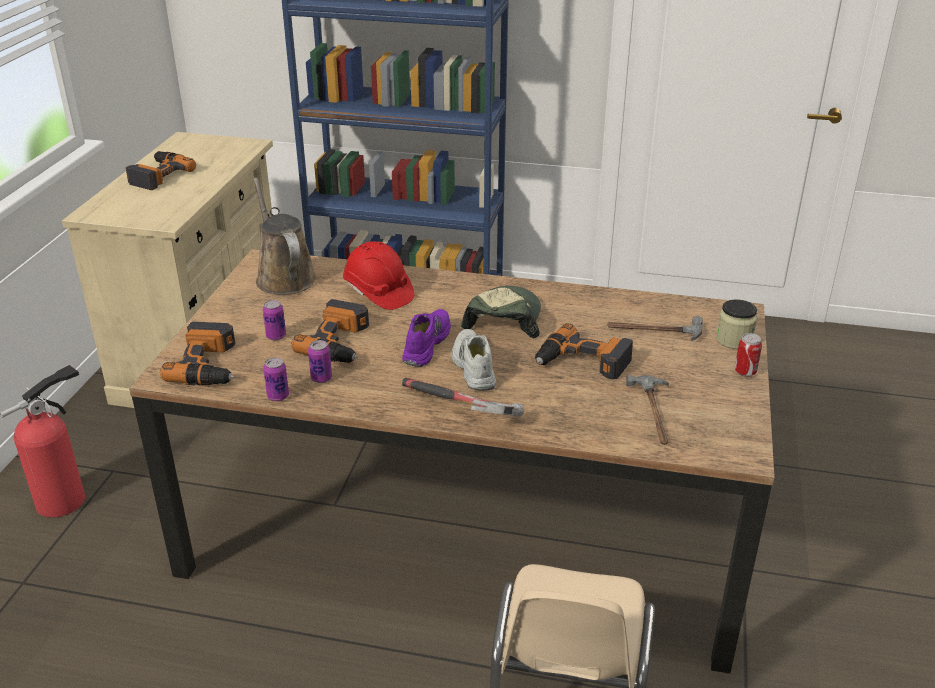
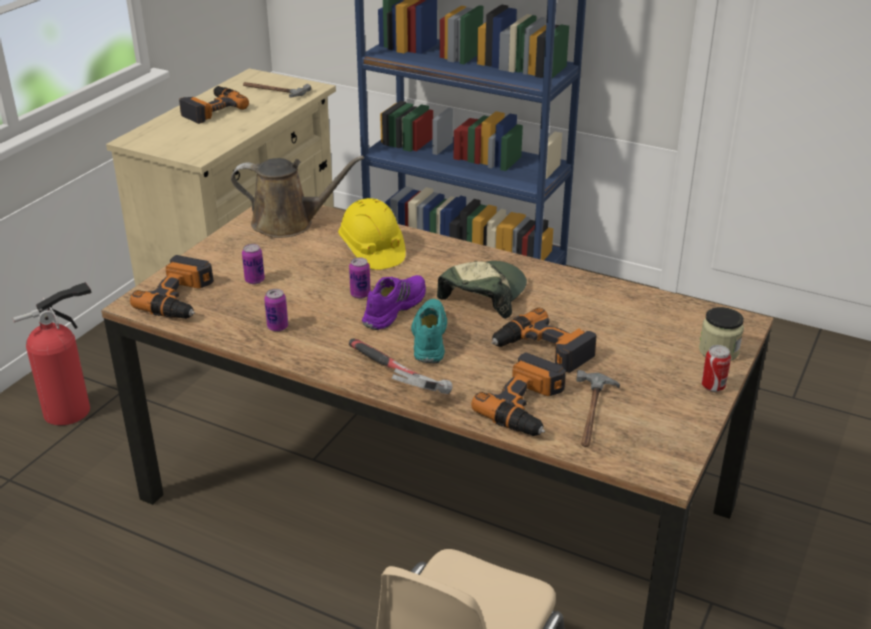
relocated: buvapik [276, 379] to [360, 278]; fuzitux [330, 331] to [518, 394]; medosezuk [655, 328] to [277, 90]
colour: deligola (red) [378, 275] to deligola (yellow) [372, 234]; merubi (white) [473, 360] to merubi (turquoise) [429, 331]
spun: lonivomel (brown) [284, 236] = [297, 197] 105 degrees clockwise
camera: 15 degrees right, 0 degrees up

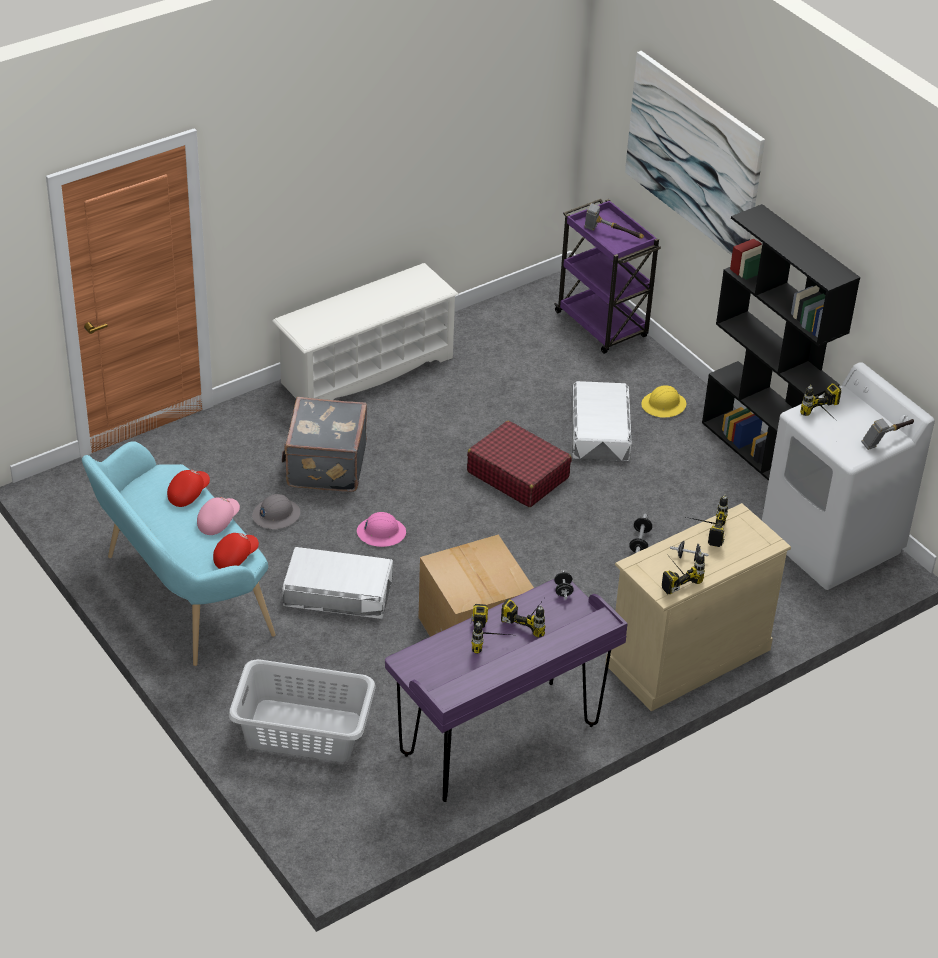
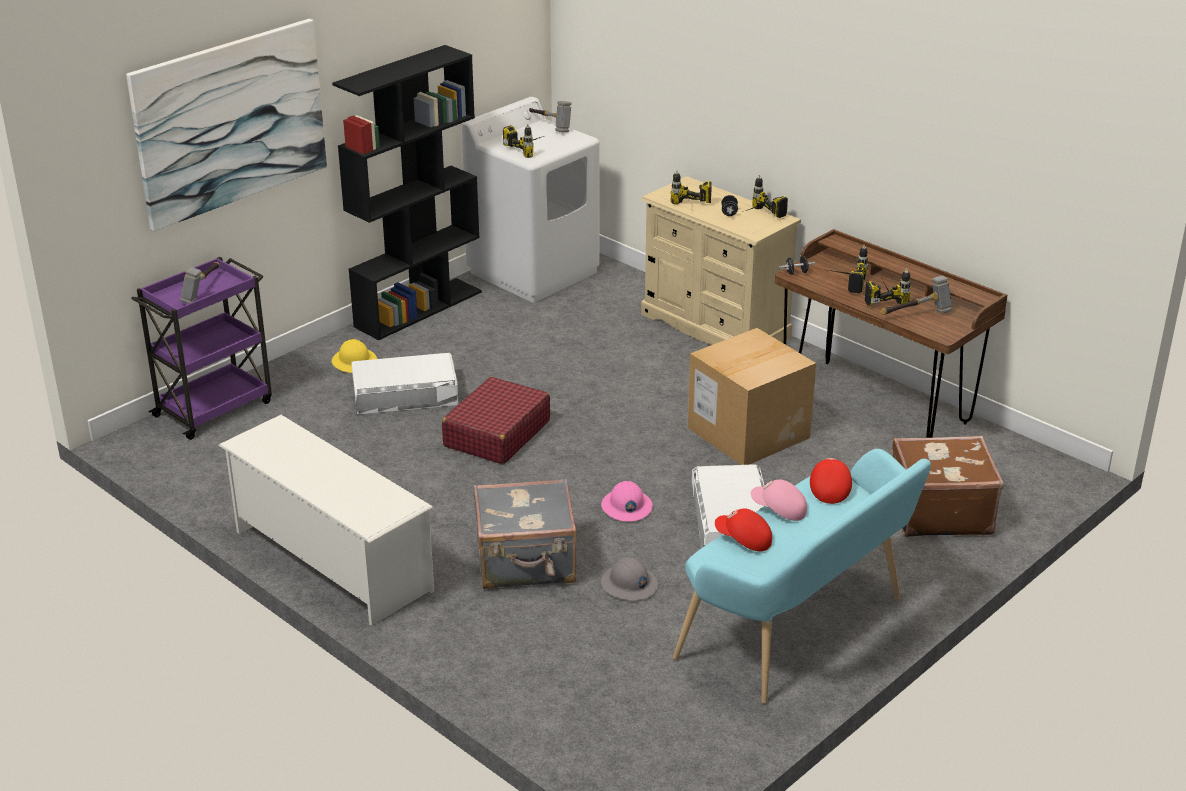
missing: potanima [641, 533]
appeared: medosezuk [916, 295]
exchanged: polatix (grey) [302, 710] to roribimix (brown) [947, 486]
colour: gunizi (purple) [506, 690] to gunizi (brown) [891, 333]
spun: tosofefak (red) [236, 551] = [831, 481] 60 degrees clockwise
camera: 100 degrees left, 10 degrees down

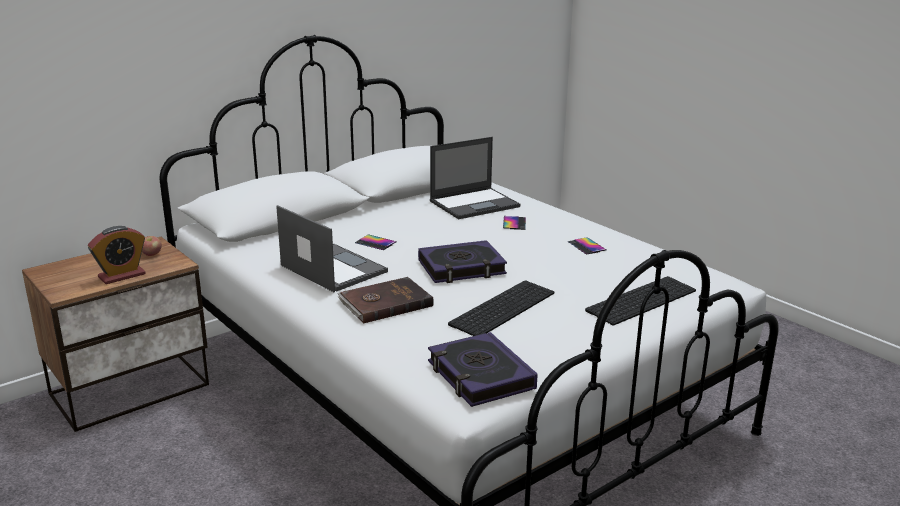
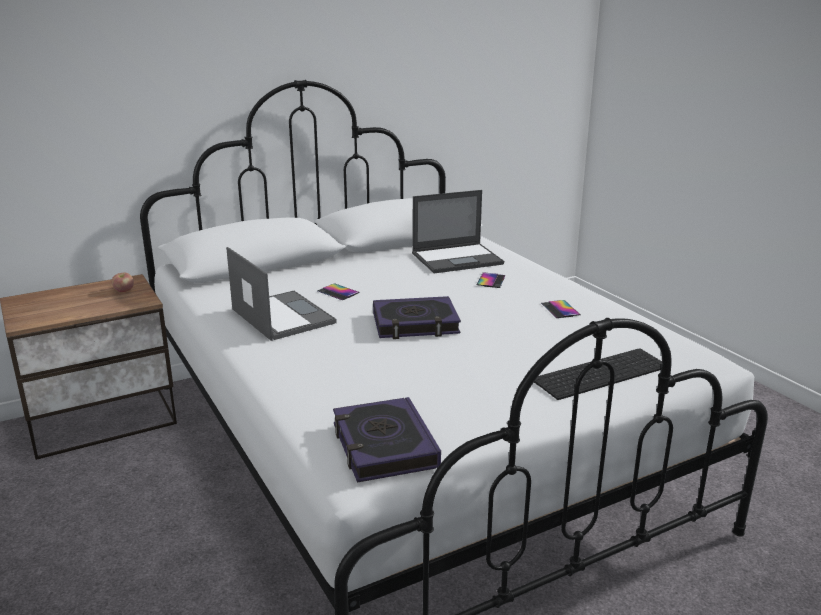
missing: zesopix [116, 255]; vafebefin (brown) [385, 300]; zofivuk [501, 308]
camera: 10 degrees right, 0 degrees up

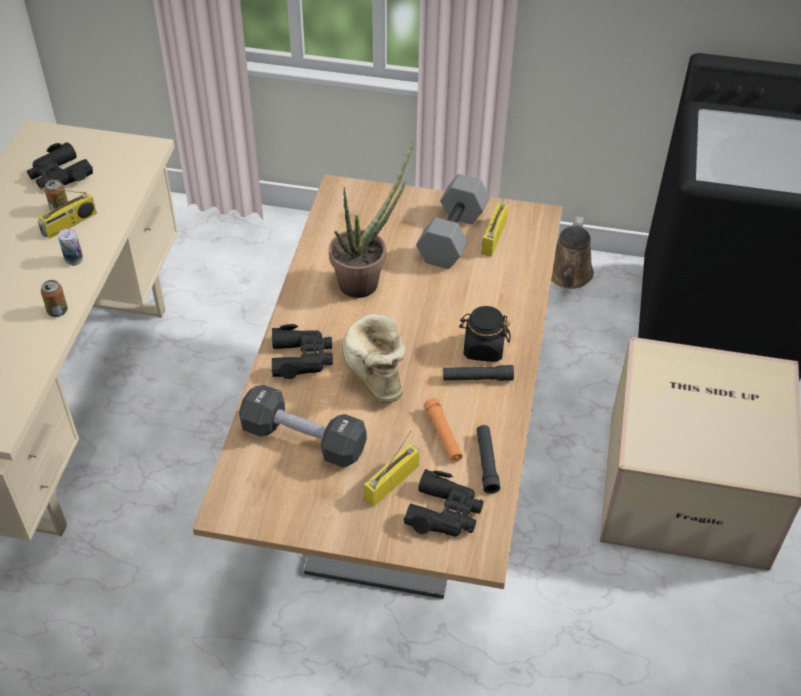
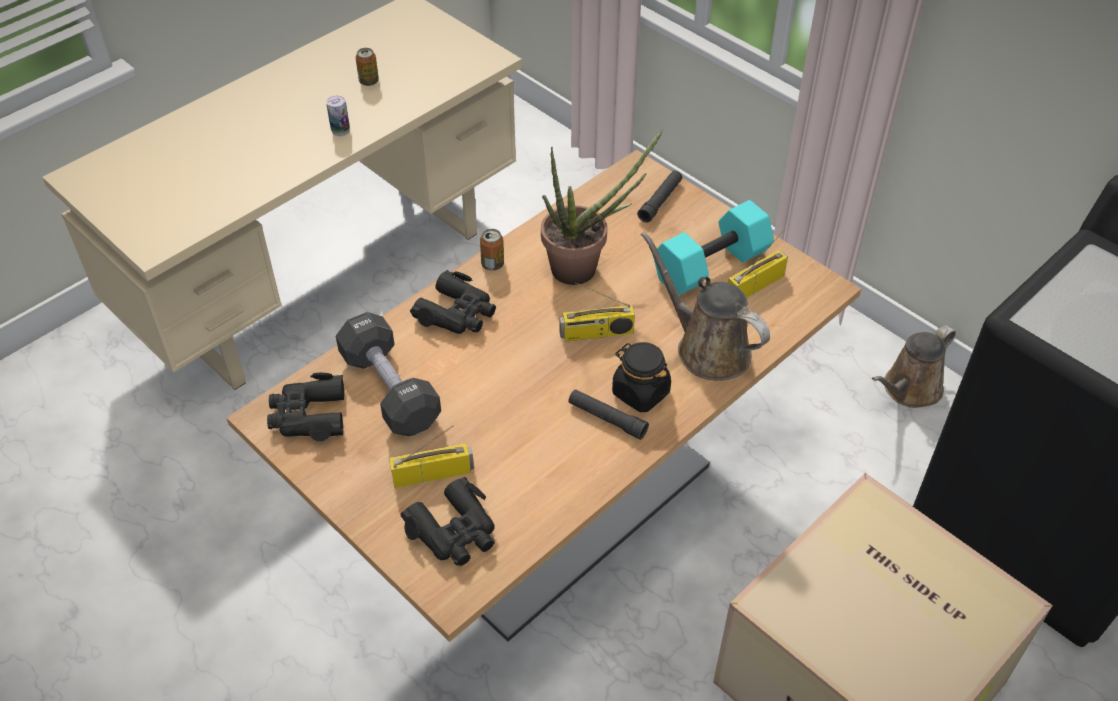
missing: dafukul [374, 358]; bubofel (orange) [443, 430]
appeared: lonivomel (brown) [705, 306]
relocated: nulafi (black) [60, 165] to [305, 407]; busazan [67, 213] to [597, 312]; buvapik [54, 298] to [492, 250]; bubofel (black) [488, 459] to [659, 196]
colour: potanima (grey) [452, 221] to potanima (turquoise) [713, 248]
camera: 35 degrees right, 0 degrees up

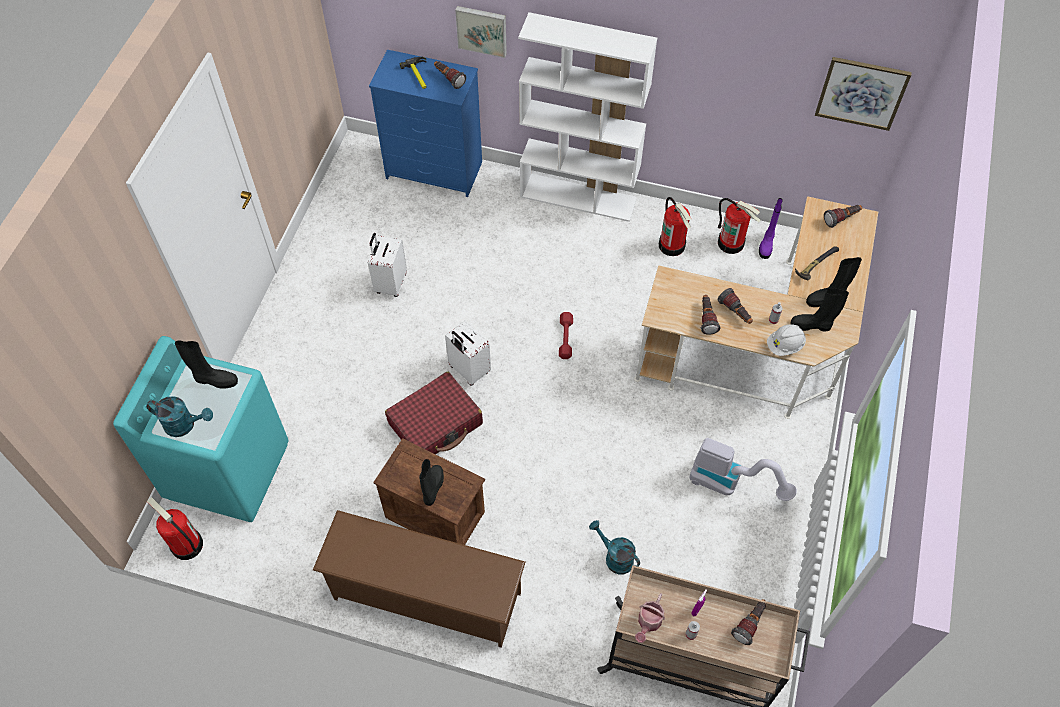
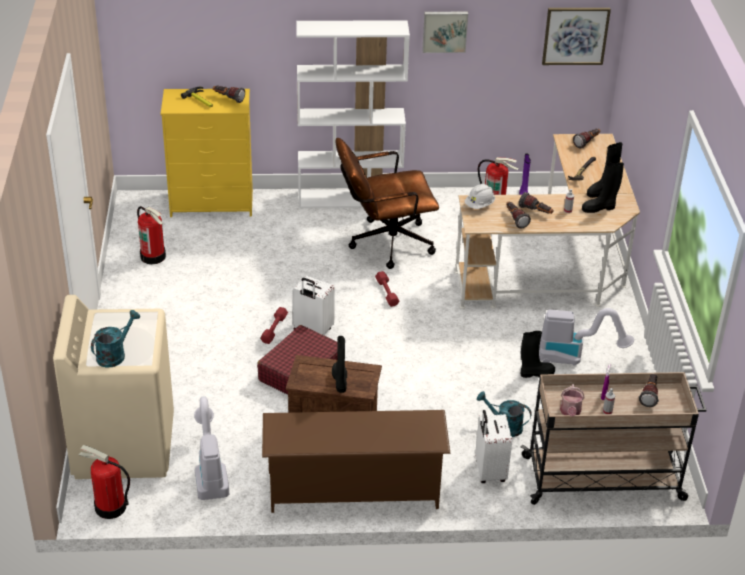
appeared: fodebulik [212, 448]; potanima (red) [274, 325]; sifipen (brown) [387, 203]
relocated: dafukul (black) [206, 364] to [538, 354]; roribimix (white) [387, 265] to [493, 446]; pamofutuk [481, 32] to [445, 32]; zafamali [675, 226] to [151, 235]; deligola (white) [786, 340] to [480, 196]
colour: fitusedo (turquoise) [201, 429] to fitusedo (beige) [113, 387]; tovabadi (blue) [425, 123] to tovabadi (yellow) [207, 153]
spun: lonivomel (turquoise) [179, 416] = [115, 339] 45 degrees counterclockwise
camera: 20 degrees left, 20 degrees down

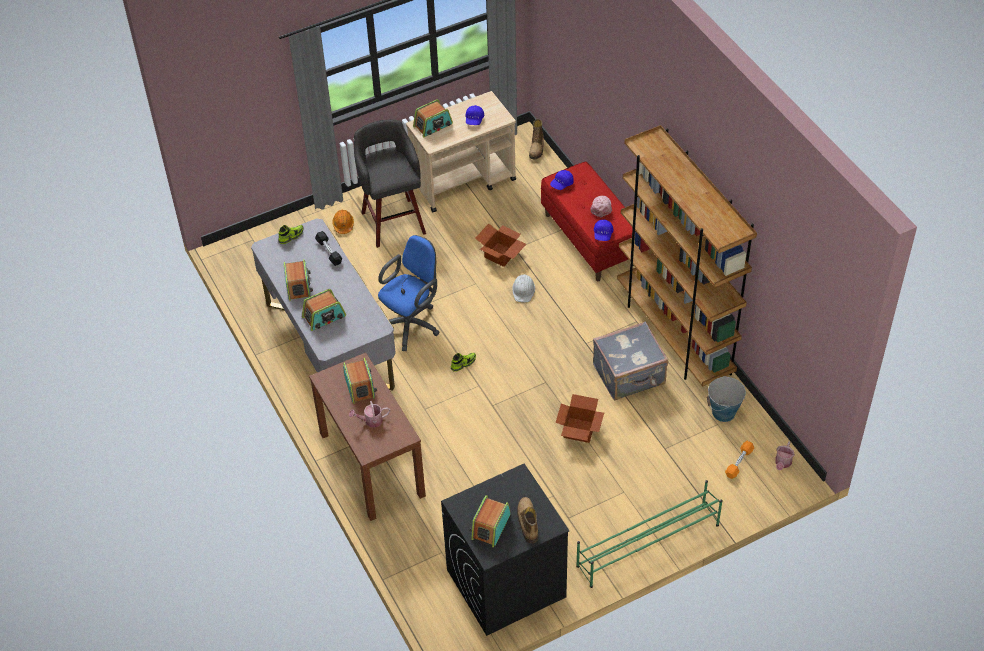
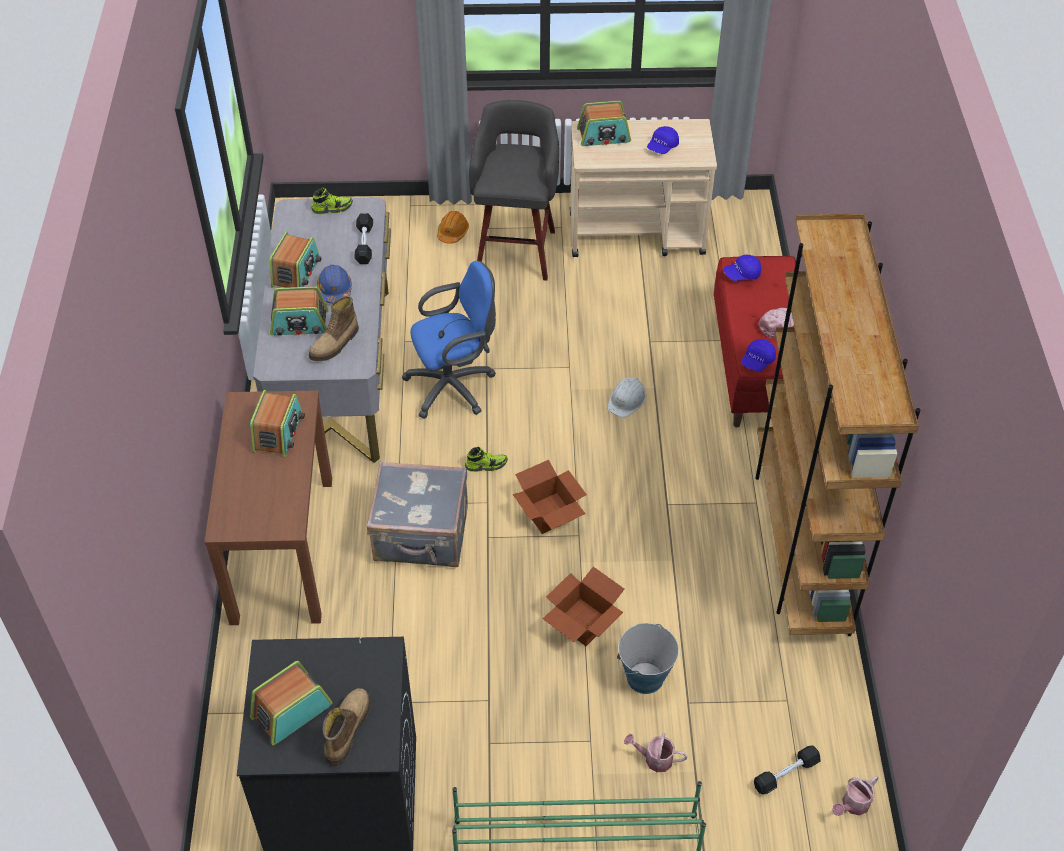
appeared: deligola (blue) [334, 284]
relocated: lonivomel [369, 414] to [656, 752]; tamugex [500, 245] to [550, 497]; dafukul [536, 139] to [334, 328]; roribimix (grey) [630, 361] to [417, 514]; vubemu [726, 399] to [648, 658]
colour: potanima (orange) [739, 460] to potanima (black) [787, 769]
camera: 25 degrees right, 0 degrees up

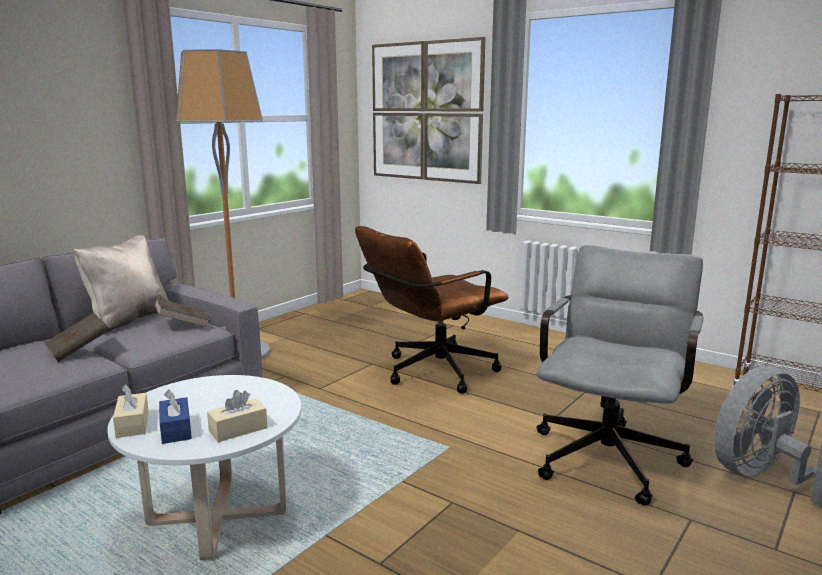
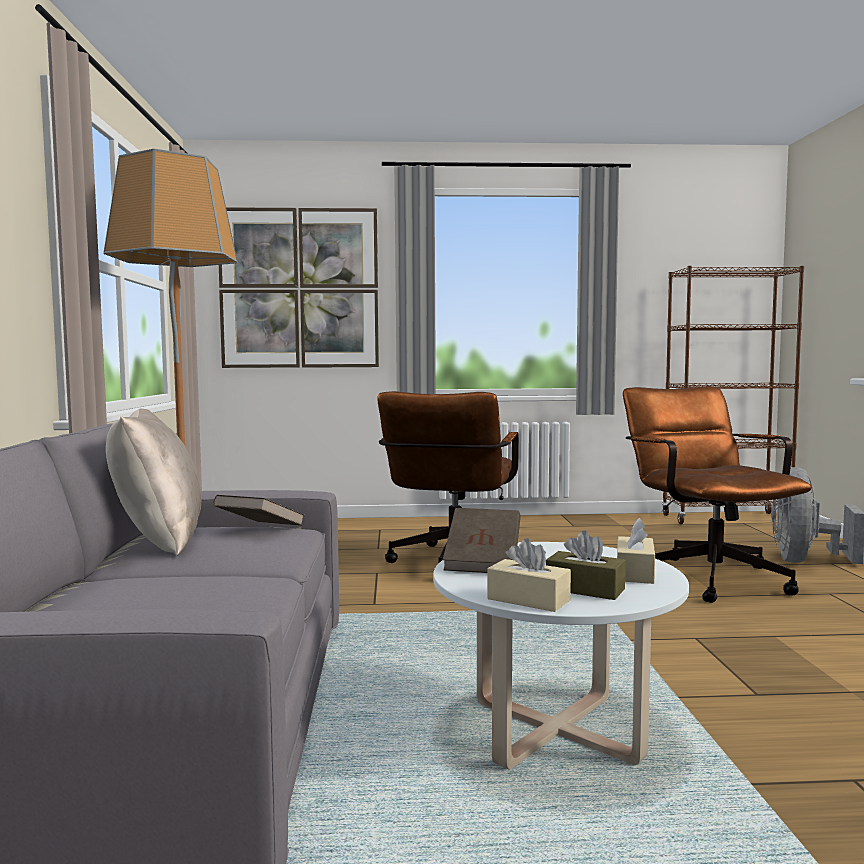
relocated: vafebefin (brown) [77, 337] to [482, 540]
colour: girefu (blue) [175, 417] to girefu (brown) [586, 565]; sifipen (grey) [620, 375] to sifipen (brown) [717, 494]
camera: 40 degrees left, 10 degrees down

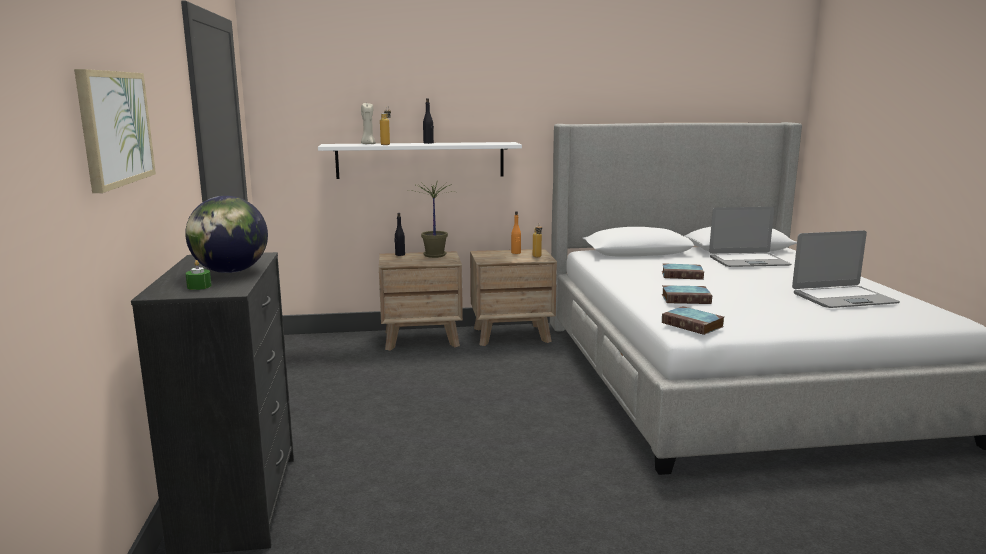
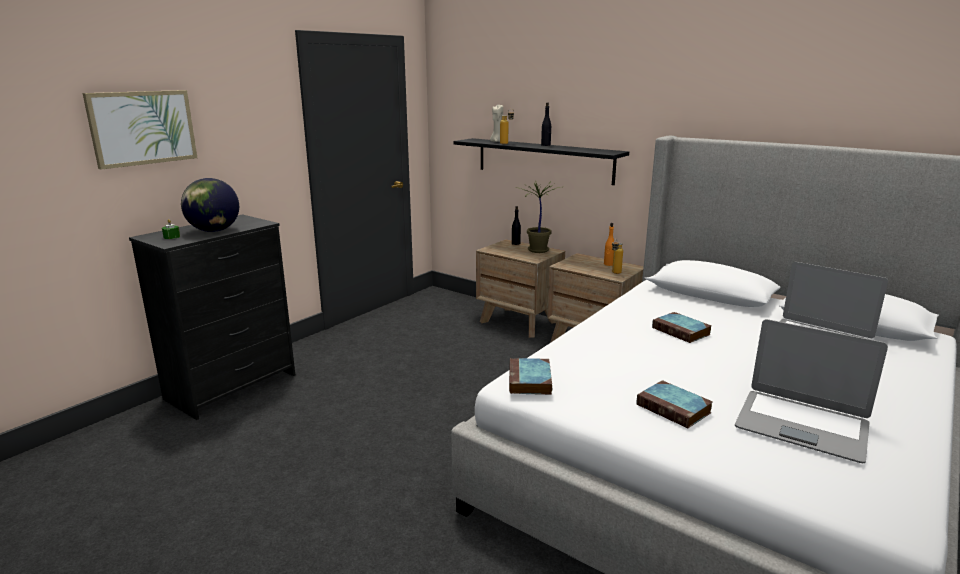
relocated: vafebefin [687, 294] to [675, 404]
colour: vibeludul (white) [420, 160] to vibeludul (black) [541, 161]
camera: 45 degrees right, 5 degrees up

